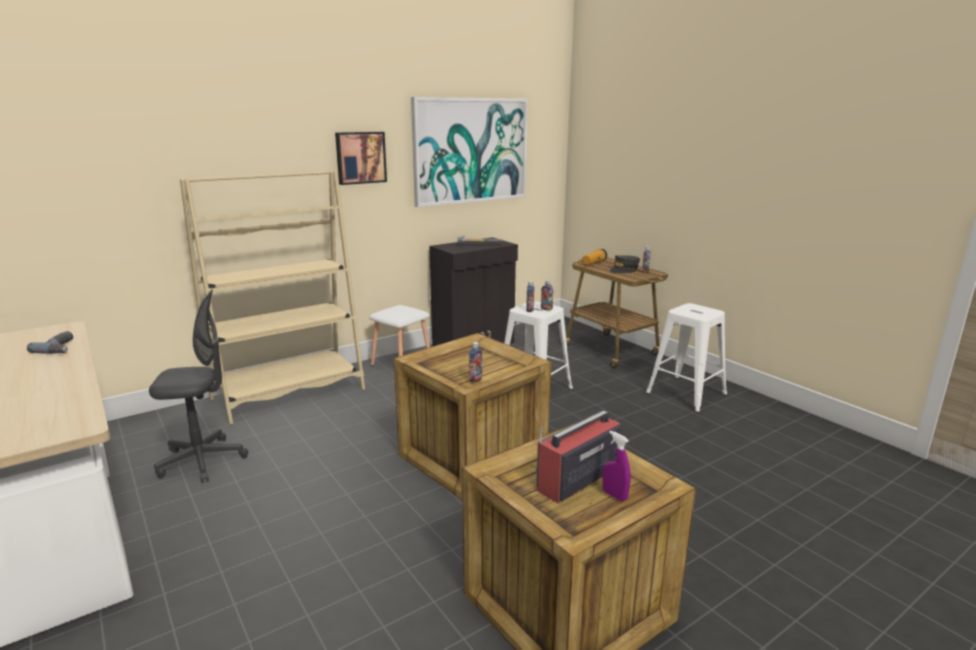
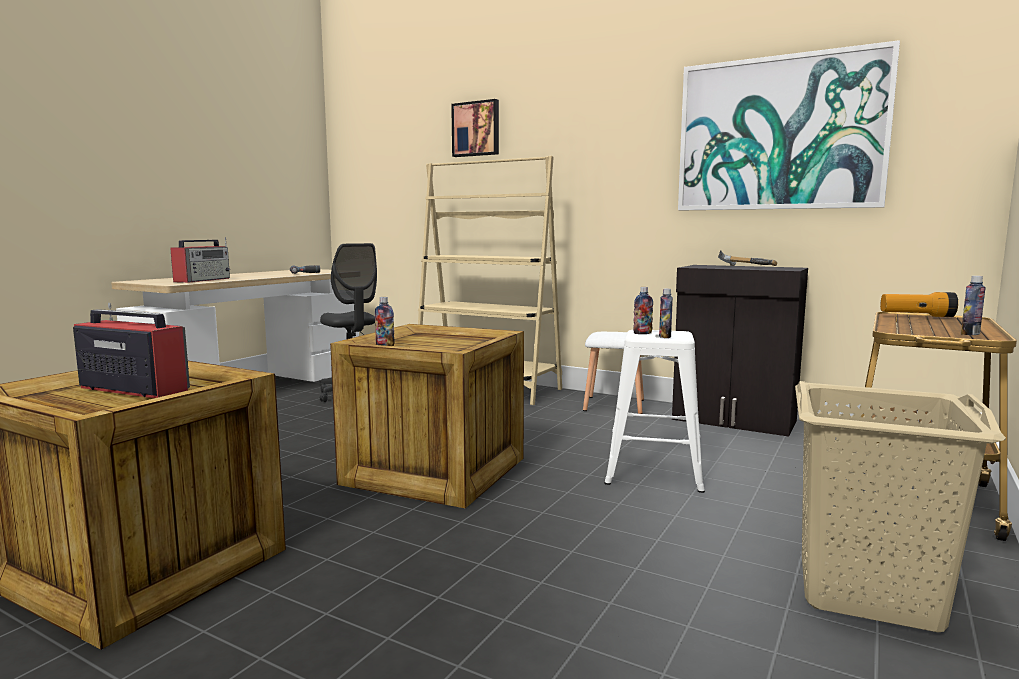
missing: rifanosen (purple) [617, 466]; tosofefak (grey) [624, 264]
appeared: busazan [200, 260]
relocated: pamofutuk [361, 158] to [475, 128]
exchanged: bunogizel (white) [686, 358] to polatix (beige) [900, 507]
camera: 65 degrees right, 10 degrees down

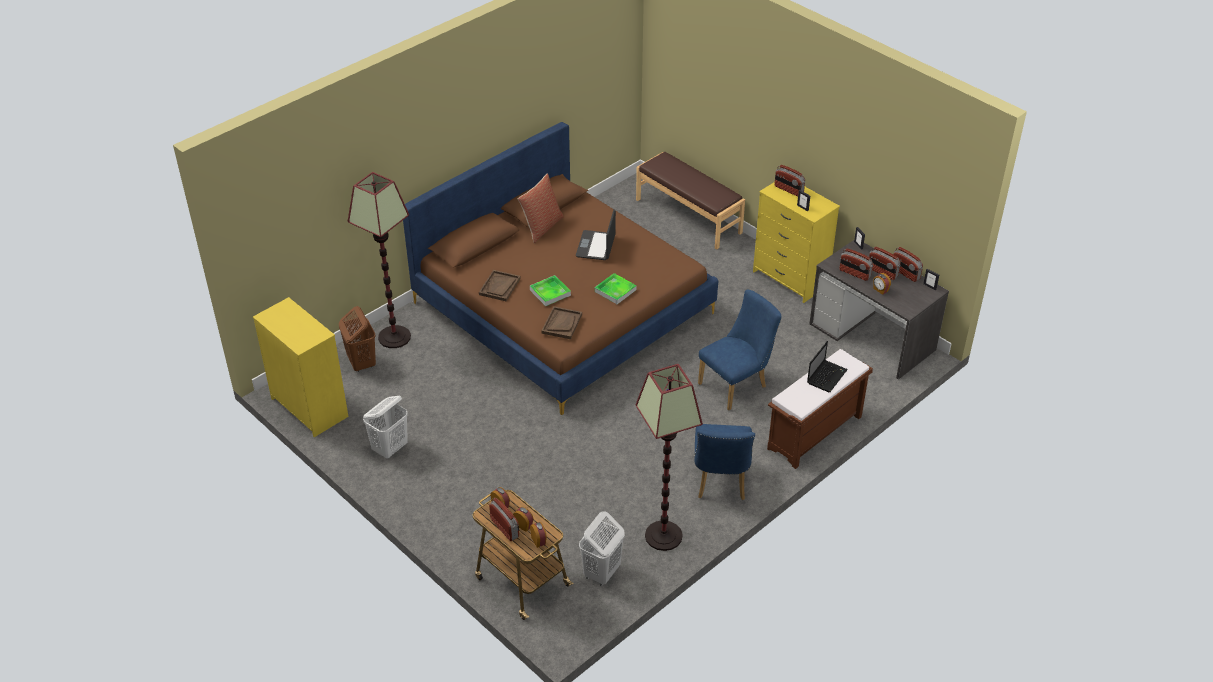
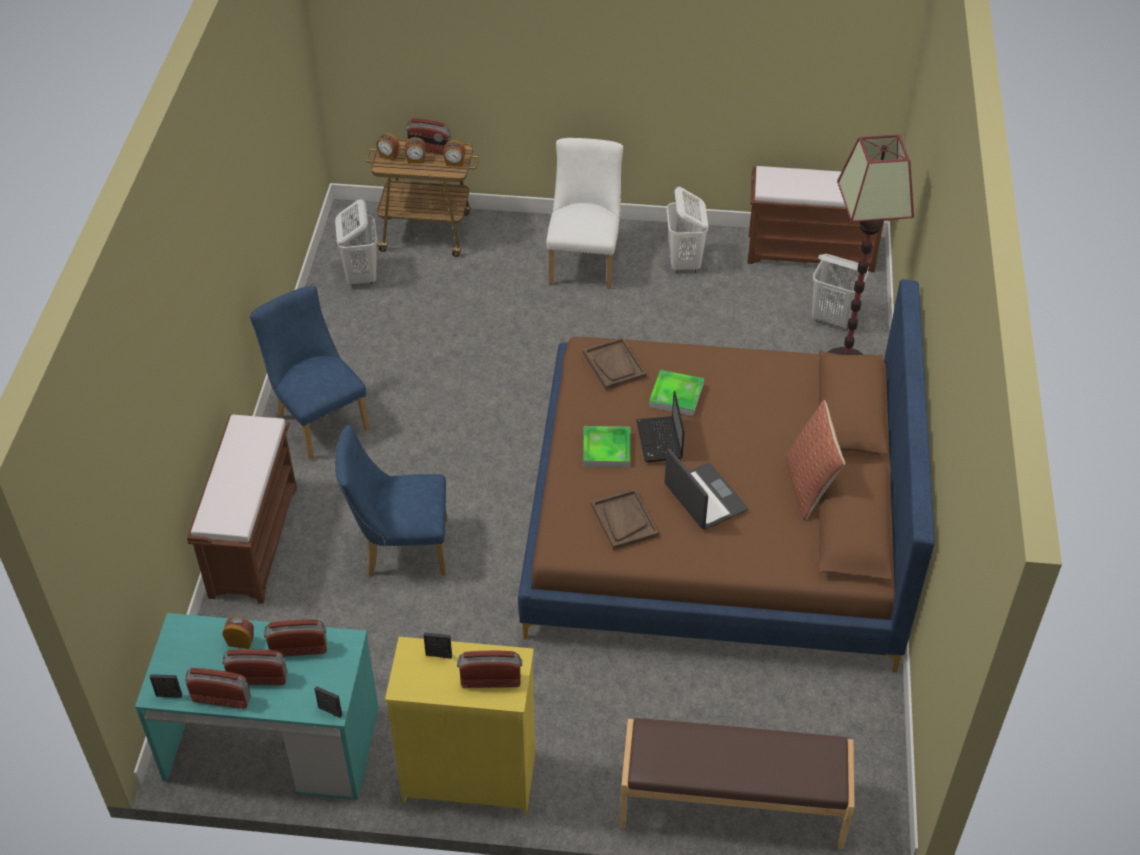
missing: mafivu [669, 457]
appeared: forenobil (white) [584, 213]
relocated: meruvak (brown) [500, 285] to [625, 519]; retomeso [827, 366] to [660, 426]
exchanged: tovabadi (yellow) [301, 367] to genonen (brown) [815, 219]
colour: polatix (brown) [357, 339] to polatix (white) [840, 292]; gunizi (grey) [879, 310] to gunizi (turquoise) [257, 706]
spun: forenobil (blue) [740, 349] = [391, 500] 75 degrees clockwise
camera: 140 degrees right, 5 degrees up

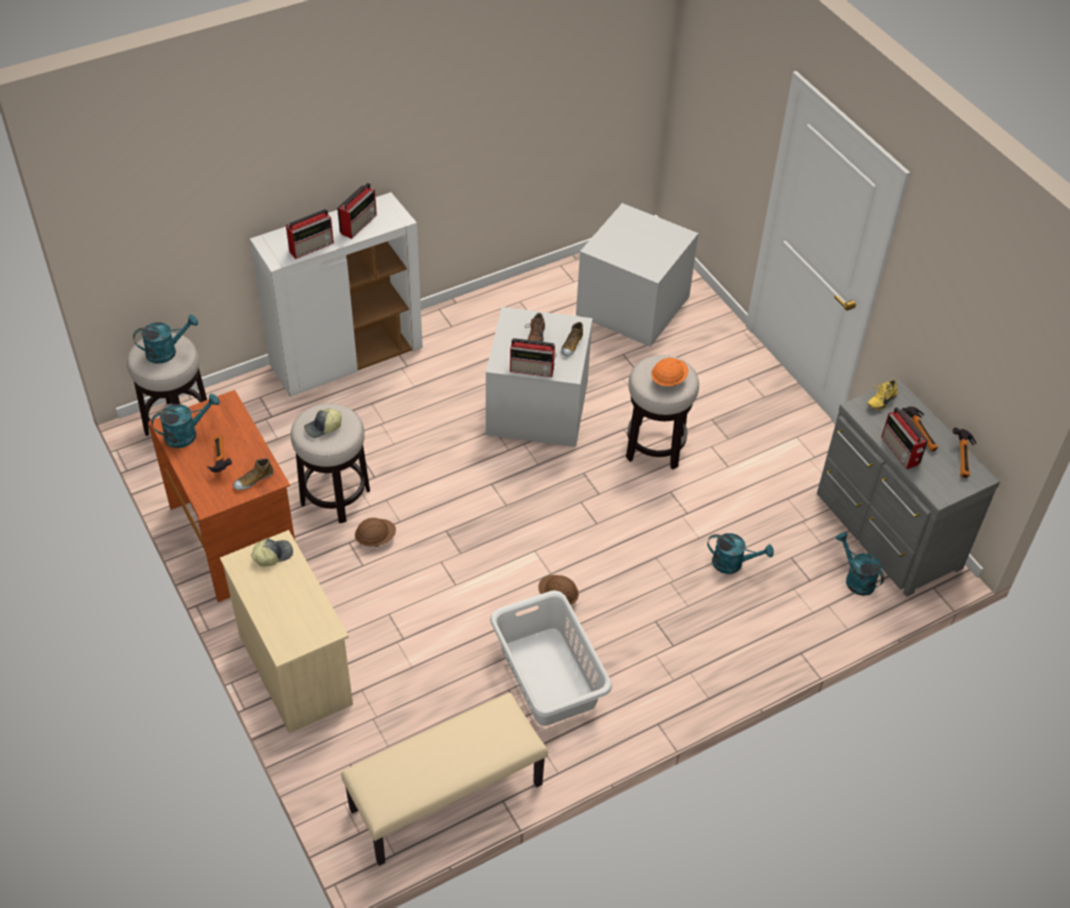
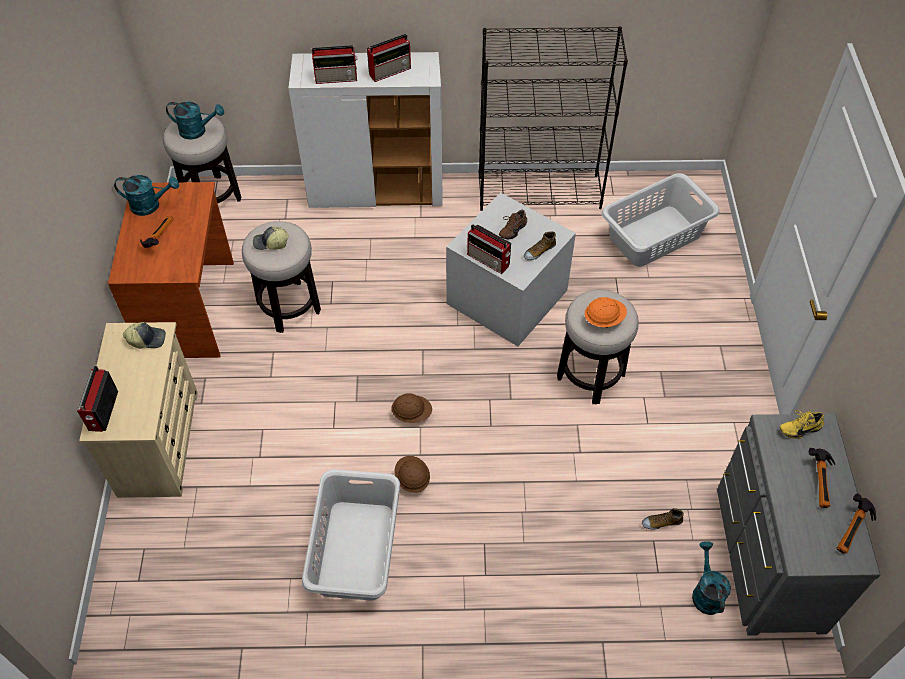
missing: genonen (beige) [444, 779]; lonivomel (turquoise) [740, 553]
appeared: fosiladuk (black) [553, 118]
relocated: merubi [253, 474] to [663, 519]; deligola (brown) [375, 532] to [411, 408]; busazan [904, 438] to [97, 398]
exchanged: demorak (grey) [637, 275] to polatix (grey) [660, 220]
camera: 30 degrees right, 5 degrees up

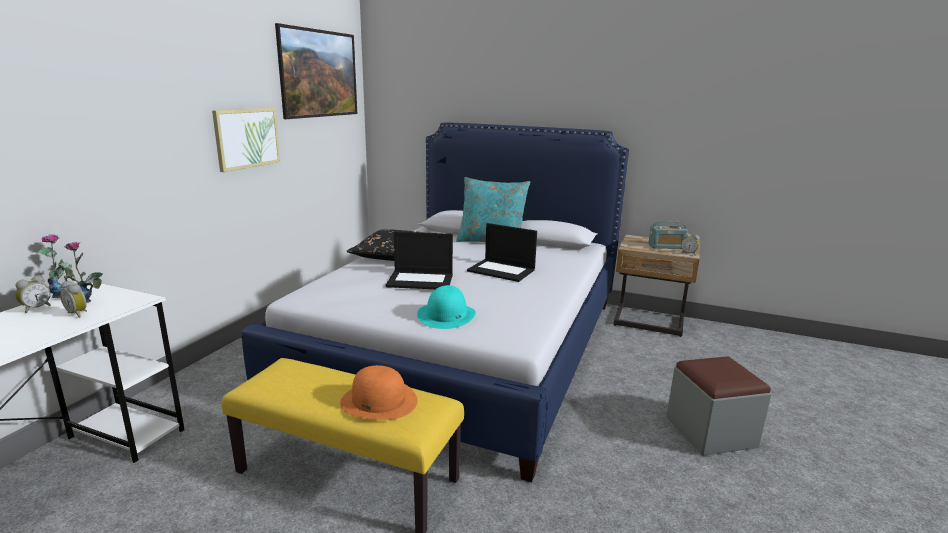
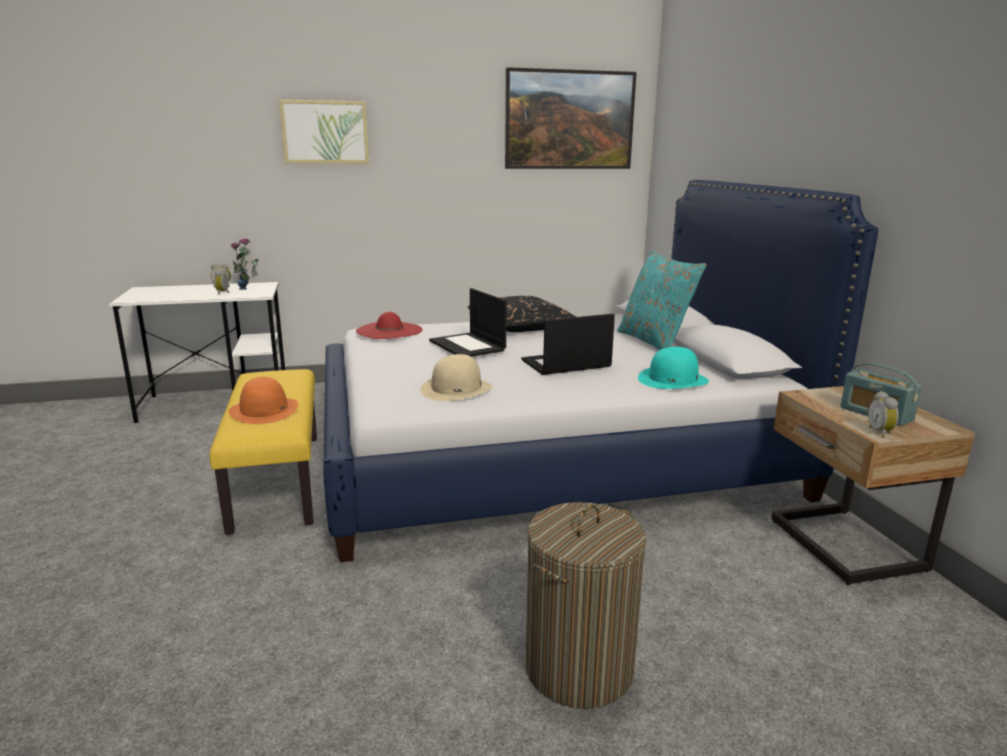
appeared: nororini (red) [389, 325]; nororini (beige) [456, 377]
relocated: pamofutuk [246, 140] to [324, 131]; nororini (turquoise) [446, 307] to [673, 368]
exchanged: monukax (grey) [718, 406] to polatix [586, 605]
spun: retomeso [502, 252] = [568, 344] 75 degrees clockwise
camera: 55 degrees right, 0 degrees up

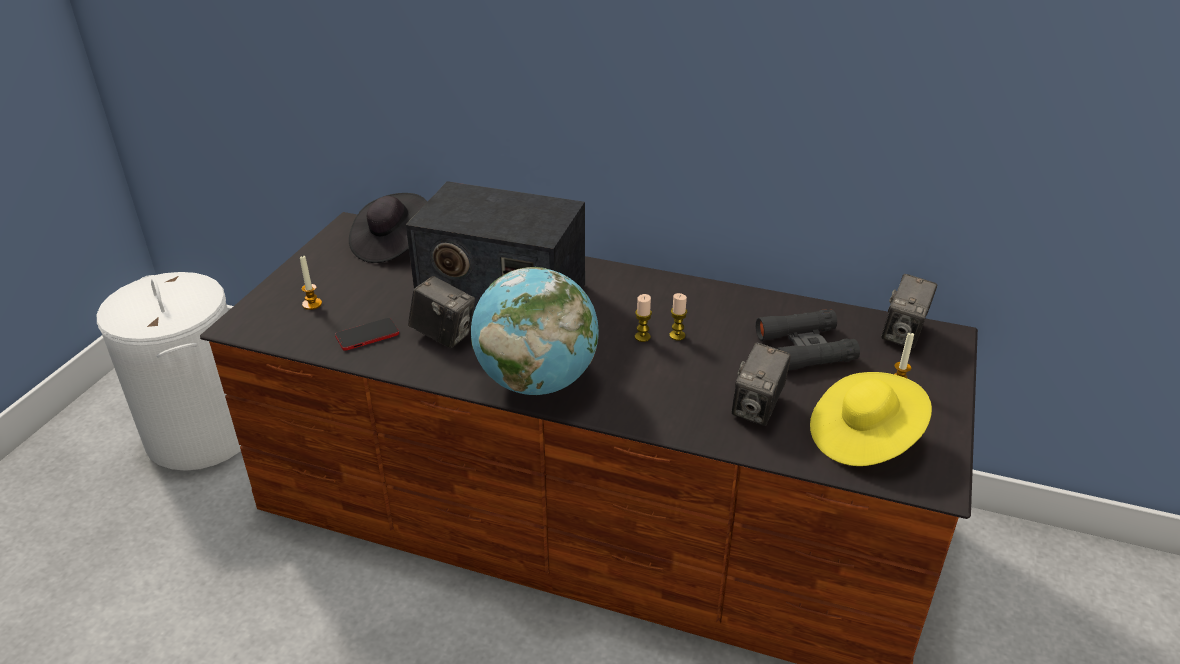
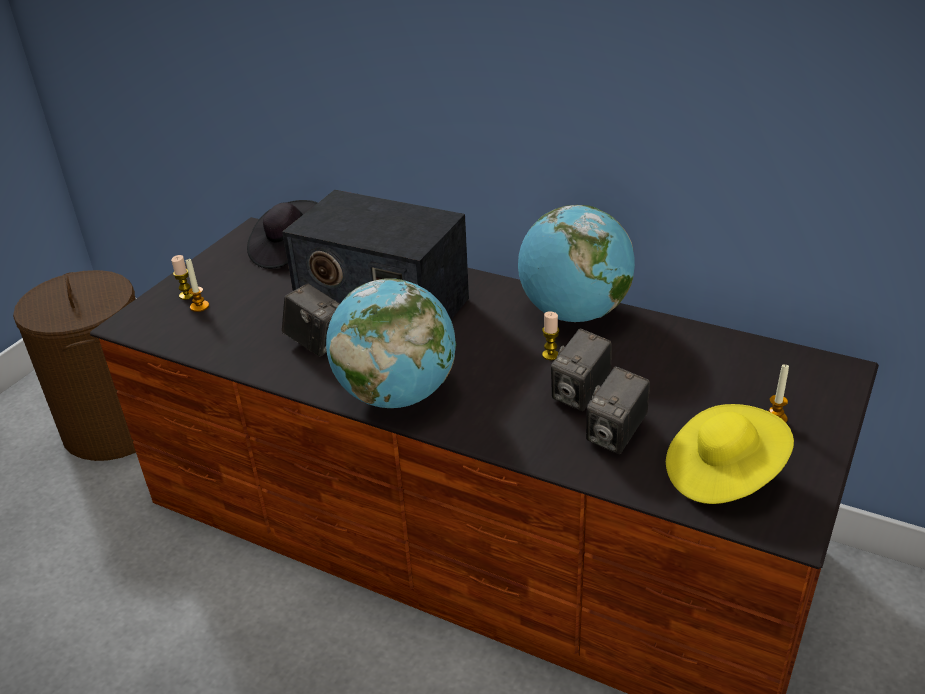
missing: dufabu [367, 334]; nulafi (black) [808, 340]
appeared: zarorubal [576, 263]
relocated: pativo [643, 318] to [182, 277]; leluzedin [909, 311] to [581, 370]
colour: polatix (white) [169, 371] to polatix (brown) [74, 365]
camera: 10 degrees right, 0 degrees up

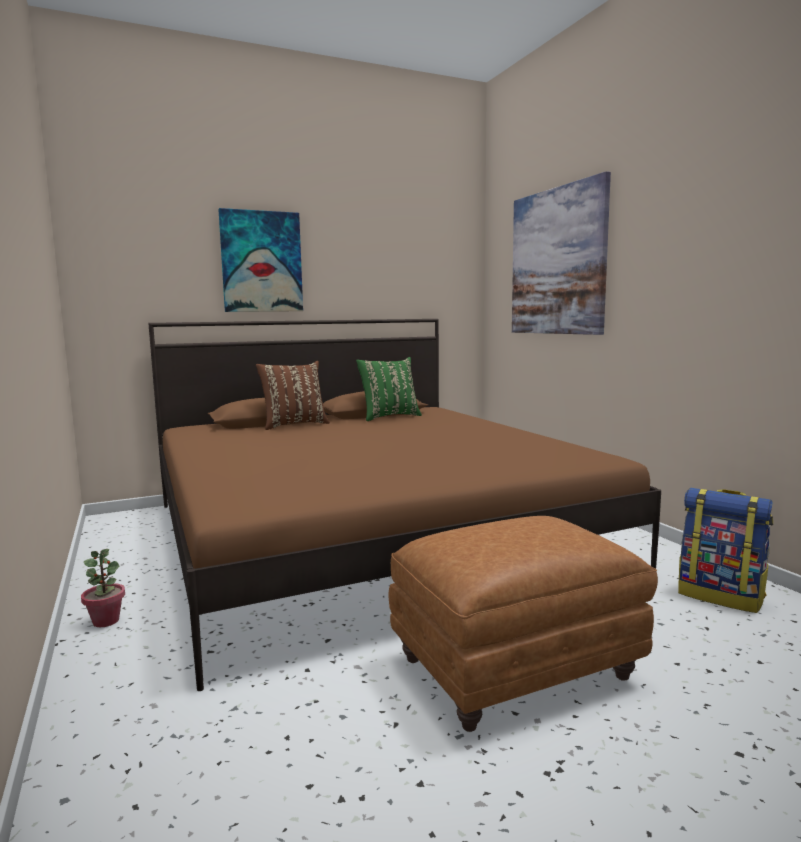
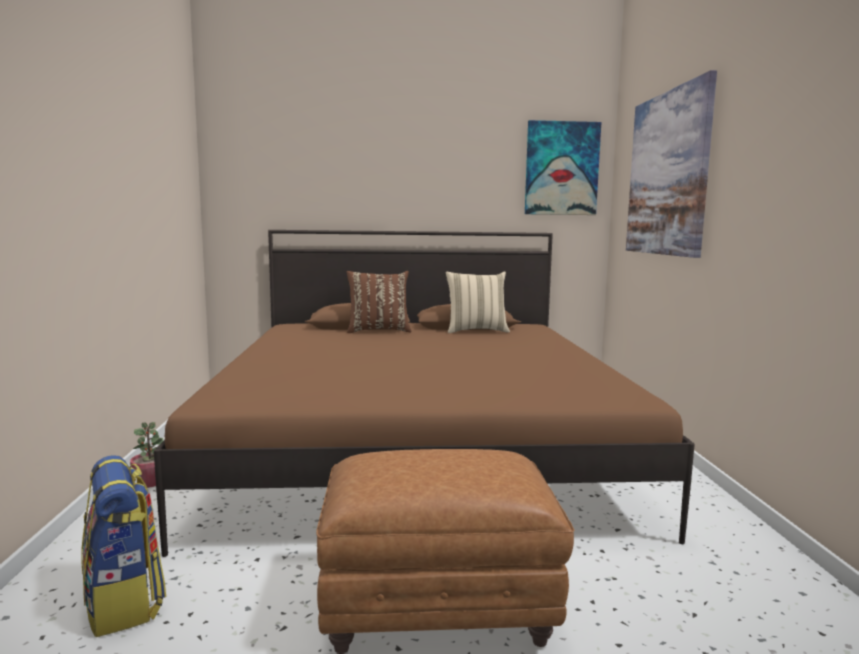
relocated: pamofutuk [260, 260] to [563, 167]; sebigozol [725, 550] to [123, 546]
colour: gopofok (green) [389, 389] to gopofok (beige) [478, 302]
camera: 20 degrees right, 0 degrees up

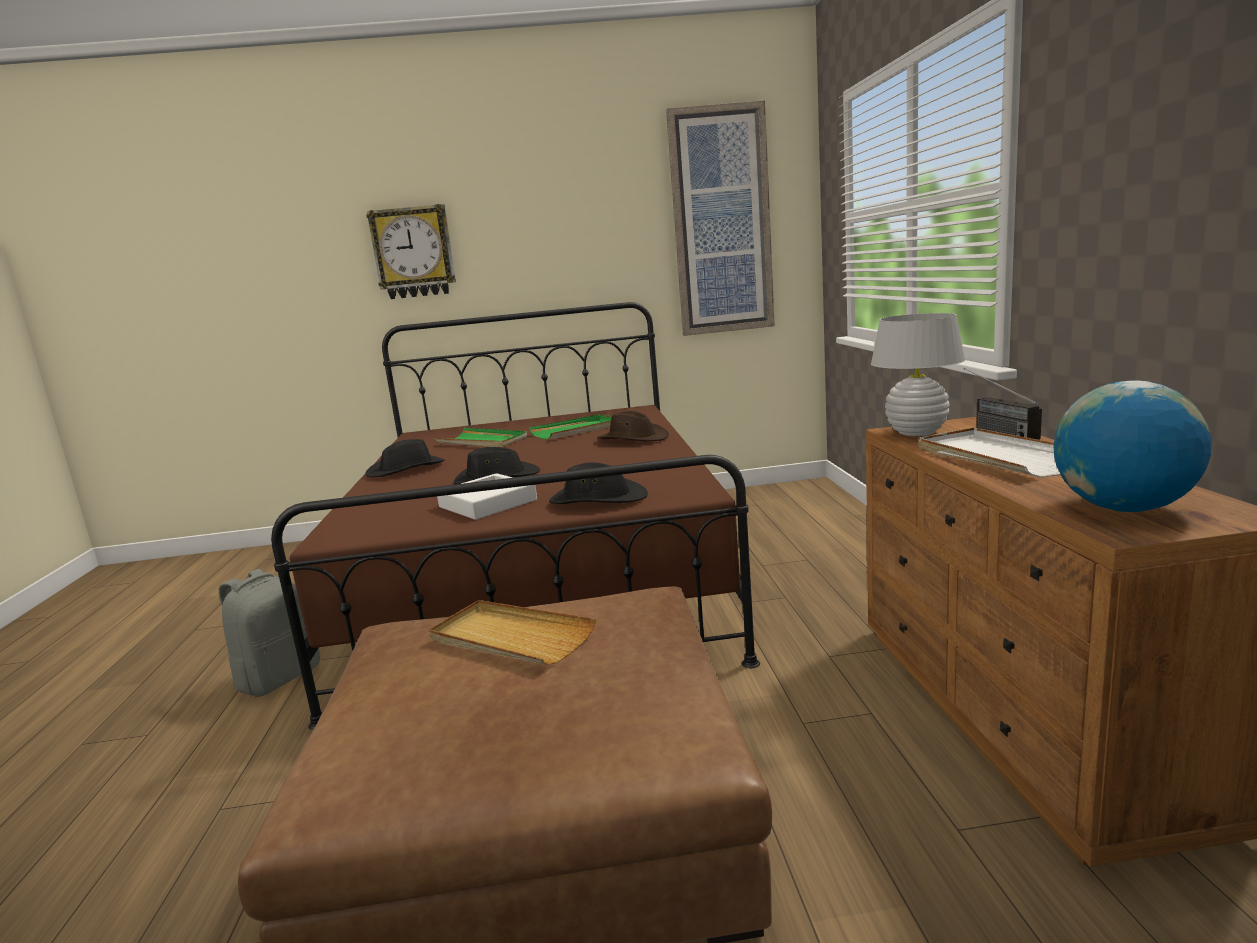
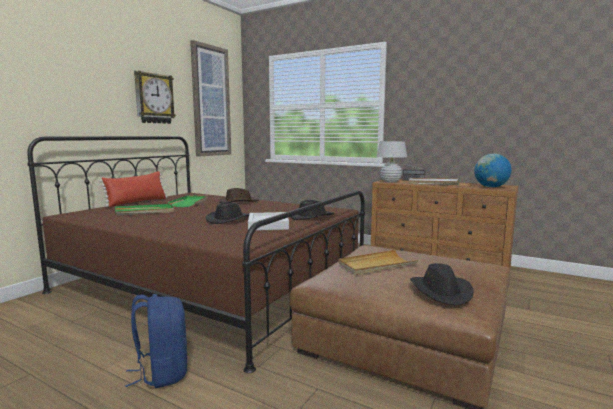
appeared: gopofok (red) [133, 189]
relocated: nororini (black) [405, 458] to [442, 284]; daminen [411, 251] to [155, 97]
colour: sebigozol (grey) [269, 633] to sebigozol (blue) [156, 341]
camera: 55 degrees left, 5 degrees down

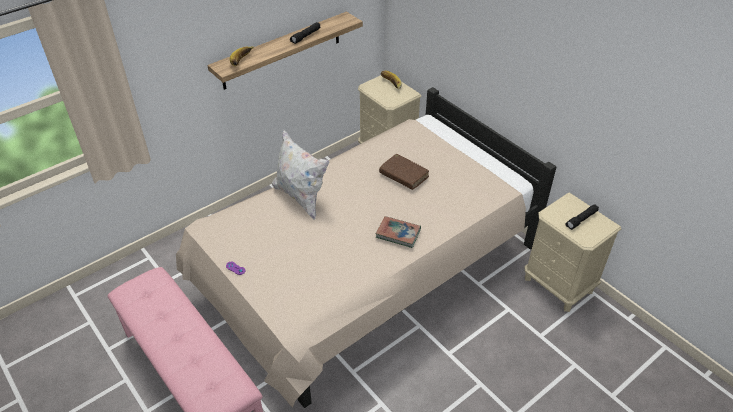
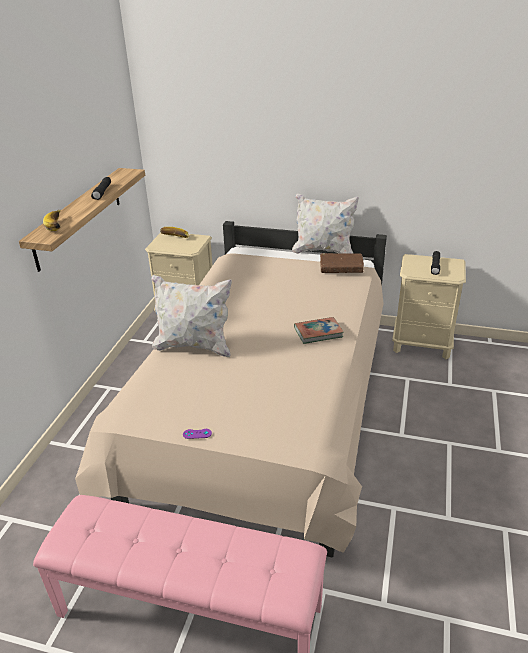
appeared: gopofok (white) [325, 223]
relocated: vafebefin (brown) [404, 172] to [342, 263]
camera: 35 degrees left, 10 degrees down

